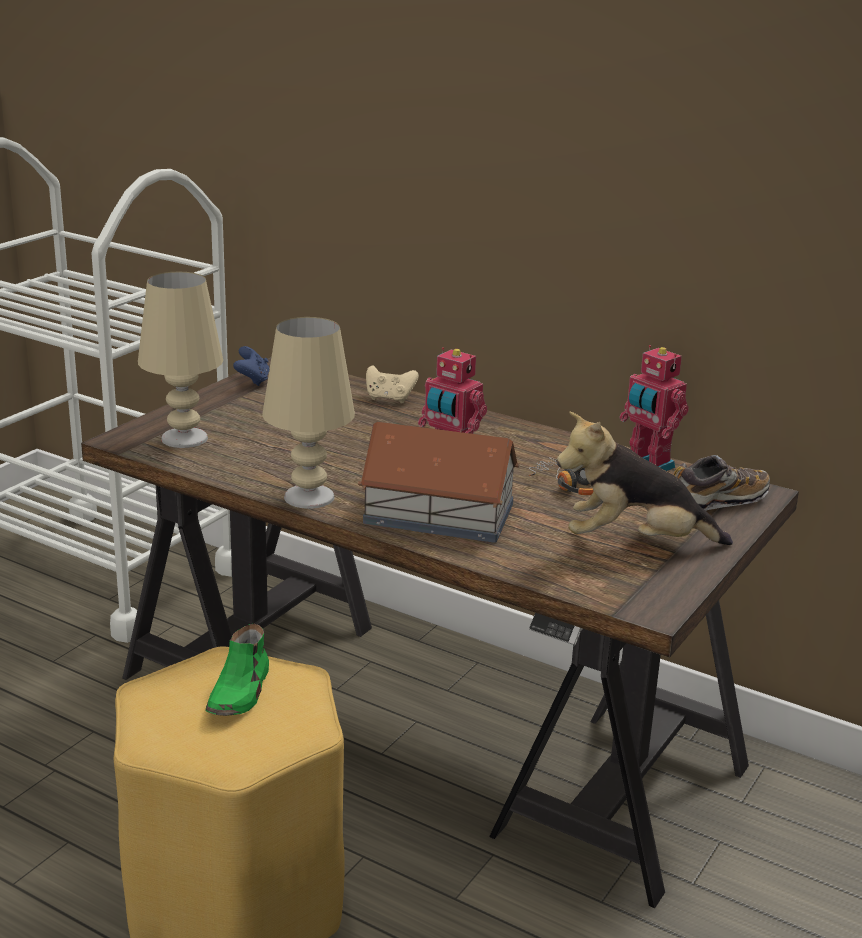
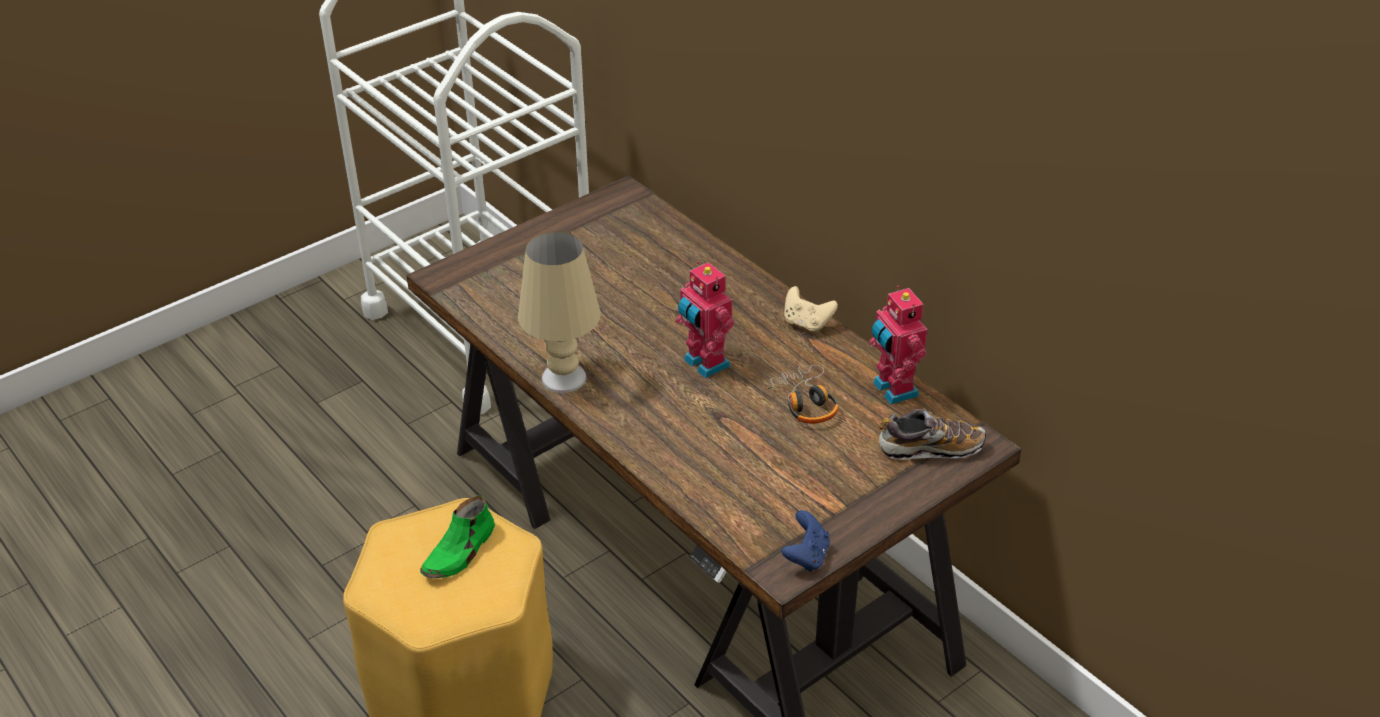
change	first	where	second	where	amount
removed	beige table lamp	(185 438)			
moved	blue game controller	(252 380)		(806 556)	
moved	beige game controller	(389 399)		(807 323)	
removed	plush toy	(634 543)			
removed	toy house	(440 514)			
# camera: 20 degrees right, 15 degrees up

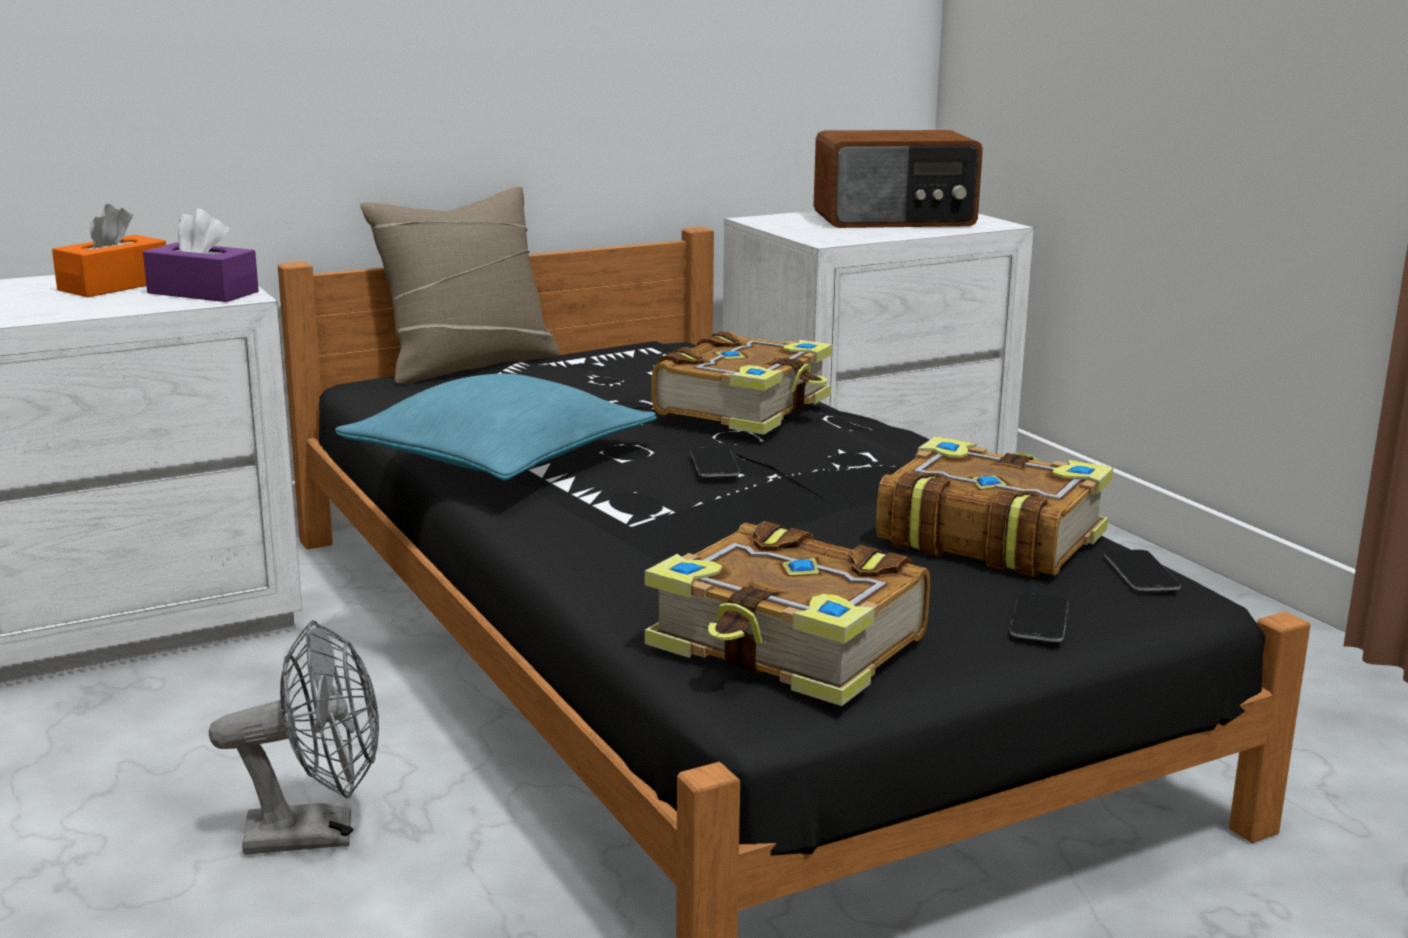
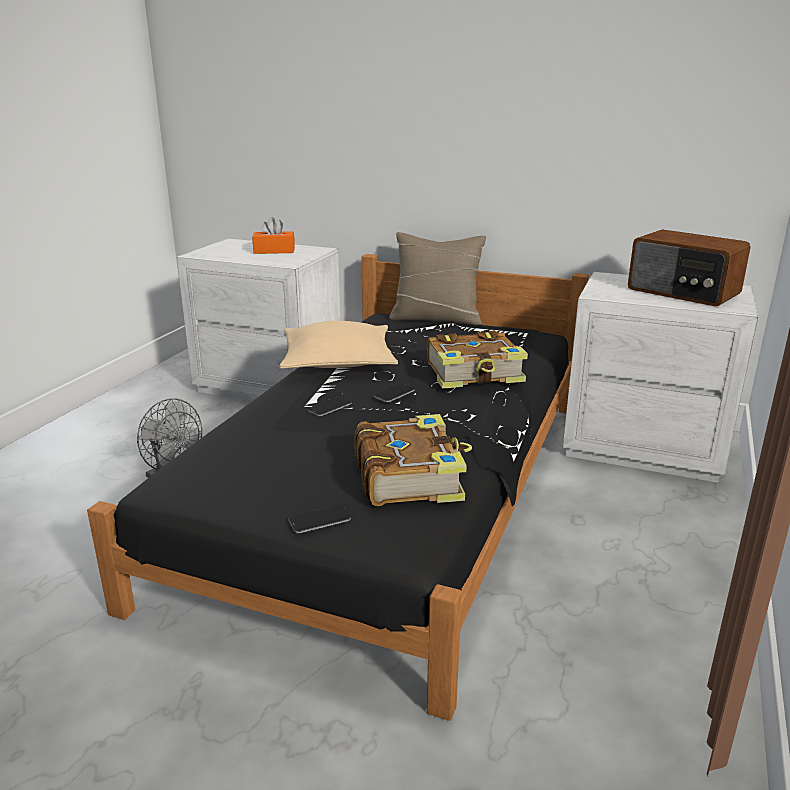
change	first	where	second	where	amount
removed	purple tissue box	(203 292)			
recoloured	turquoise pillow	(500 458)	beige pillow	(338 361)	
removed	book	(789 647)			
moved	phone	(1141 573)		(329 407)	
# camera: 50 degrees right, 5 degrees up

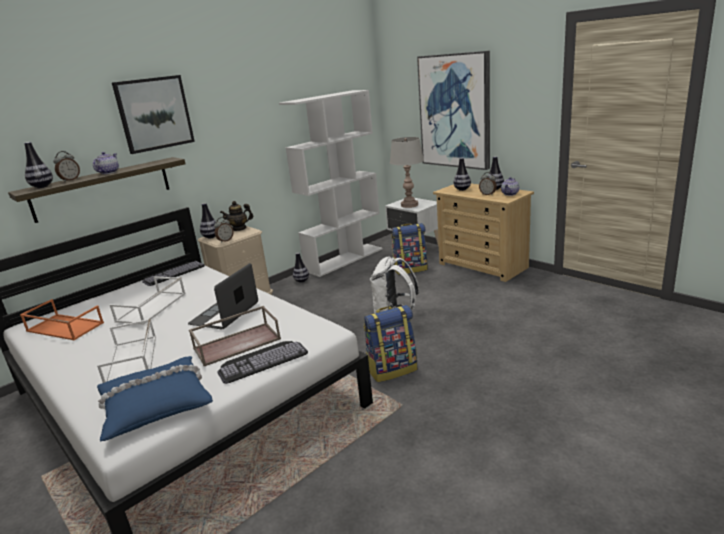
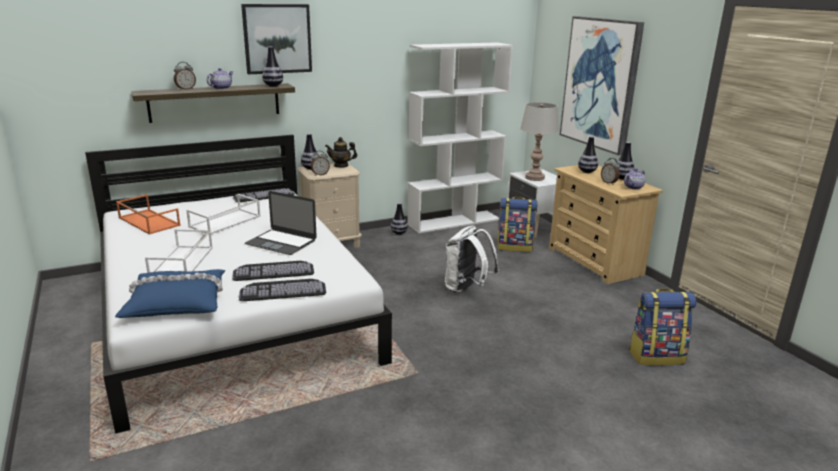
change	first	where	second	where	amount
moved	vase	(42 187)		(273 86)	
turned	laptop	(224 313)		(281 242)	105 degrees counterclockwise
moved	backpack	(392 369)		(656 356)	
replaced	brown tray	(237 343)	keyboard	(274 270)	
# camera: 15 degrees right, 0 degrees up

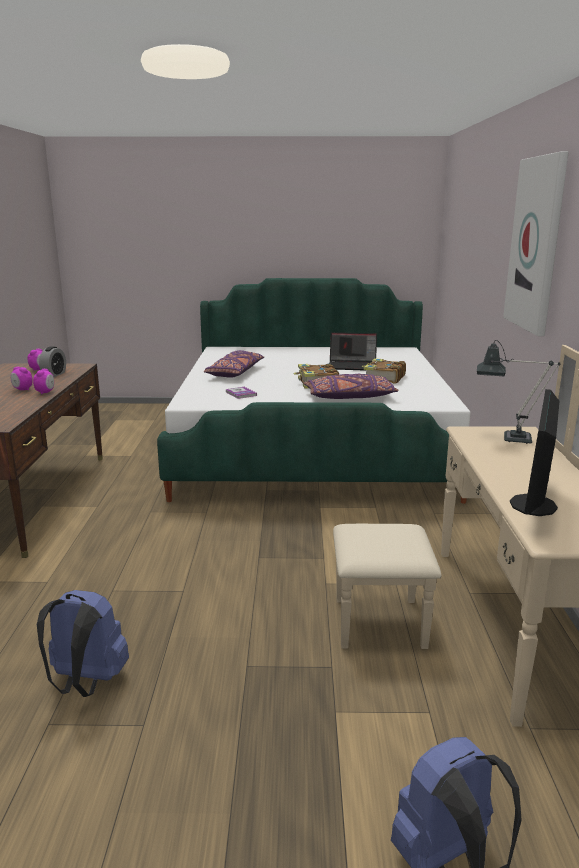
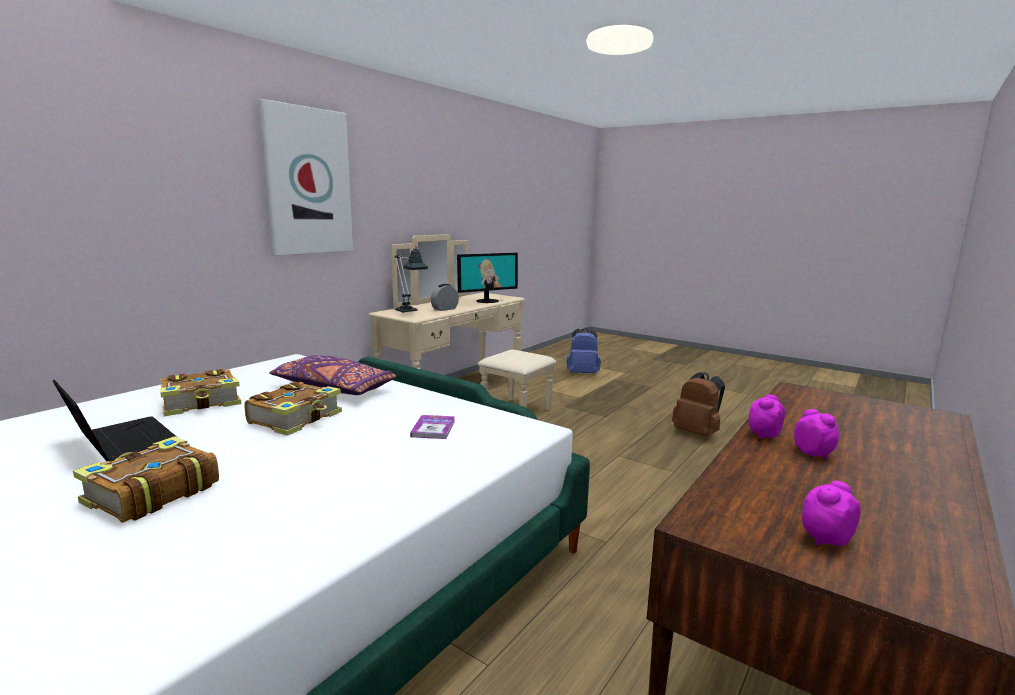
change	first	where	second	where	amount
moved	alarm clock	(54 374)		(444 309)	
removed	purple pillow	(235 373)			
recoloured	blue backpack	(86 682)	brown backpack	(697 433)	
added			book	(150 494)	
# camera: 145 degrees left, 5 degrees down

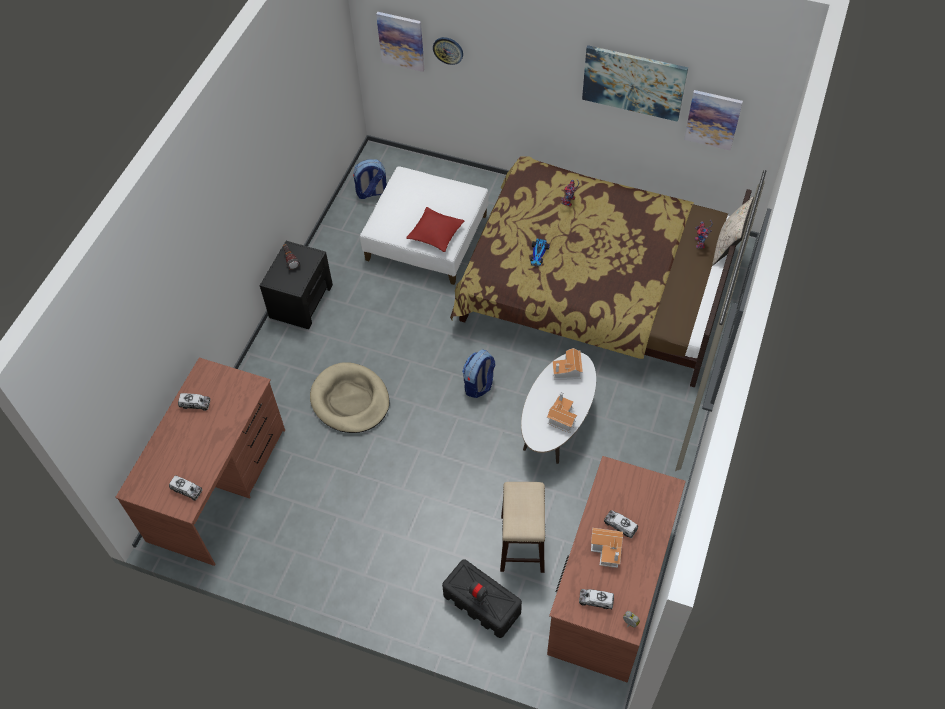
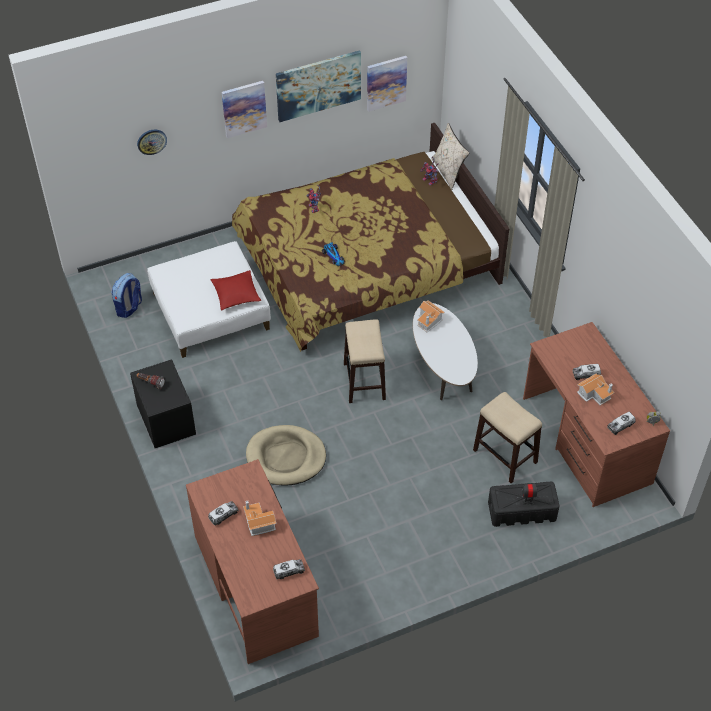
change	first	where	second	where	amount
moved	picture	(401 41)		(244 108)	
replaced	backpack	(479 385)	stool	(364 381)	
moved	toy house	(561 417)		(258 523)	
# camera: 45 degrees left, 5 degrees down

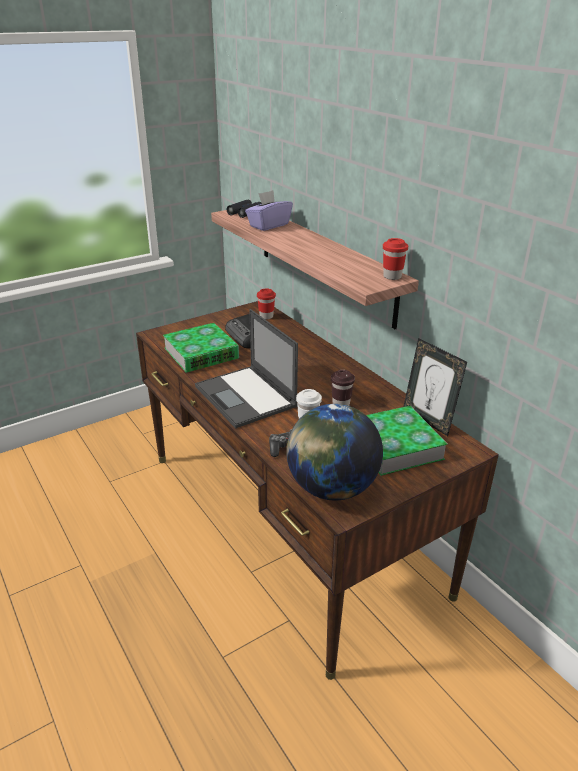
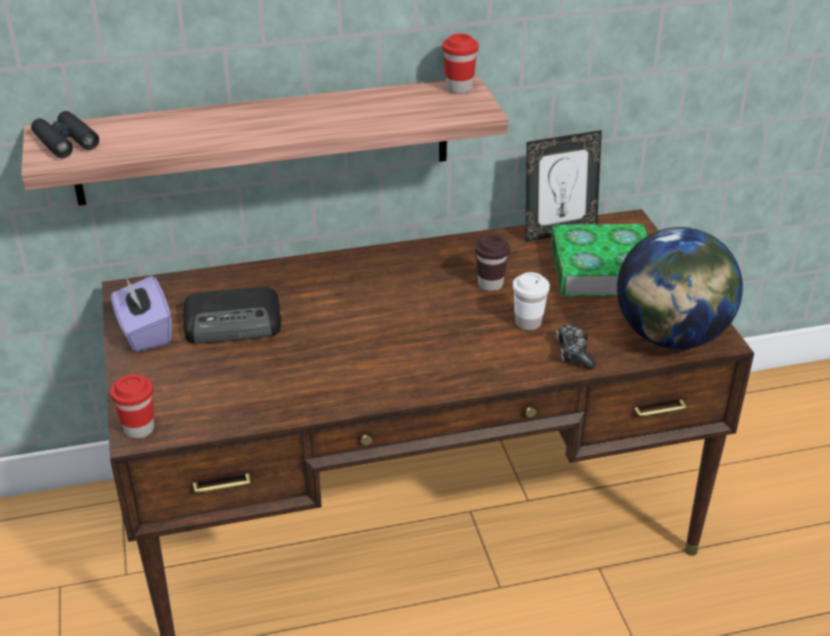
change	first	where	second	where	amount
moved	purple tissue box	(268 225)		(144 332)	
moved	red cup	(266 316)		(139 429)	
removed	laptop	(246 397)			
removed	book	(201 353)			
# camera: 70 degrees left, 5 degrees up

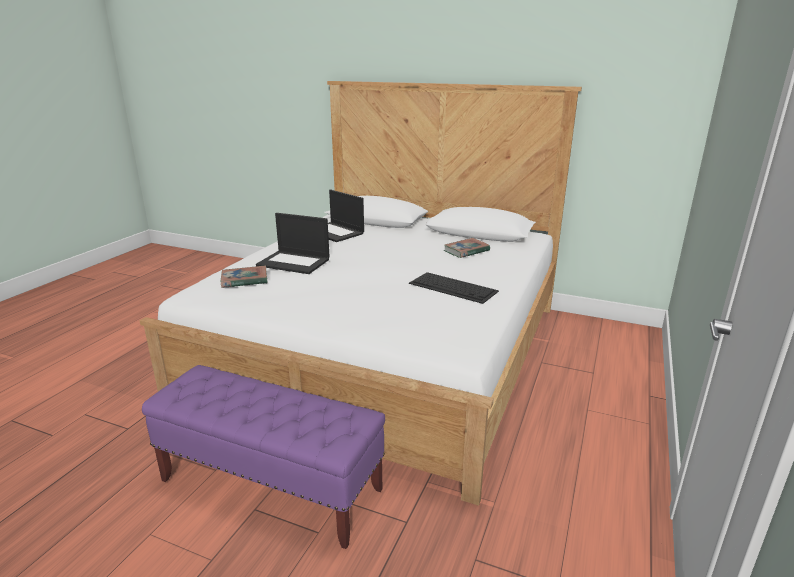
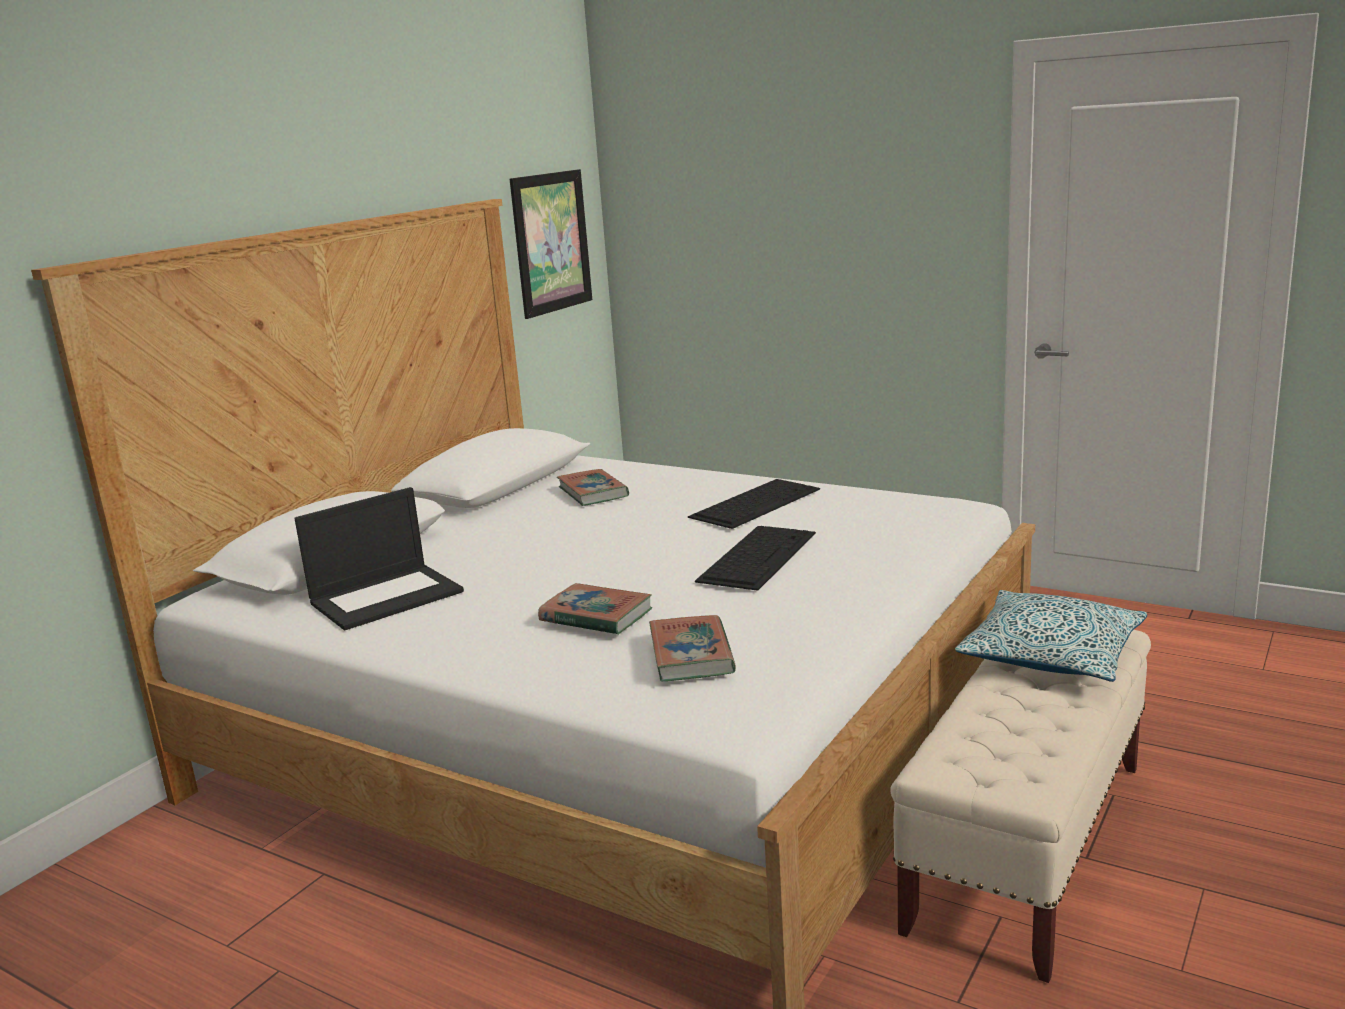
change	first	where	second	where	amount
replaced	laptop	(294 262)	book	(596 616)	
recoloured	purple bench	(271 486)	beige bench	(1028 845)	
added			picture	(551 242)	
added			keyboard	(757 556)	
added			pillow	(1051 655)	
# camera: 80 degrees left, 5 degrees down

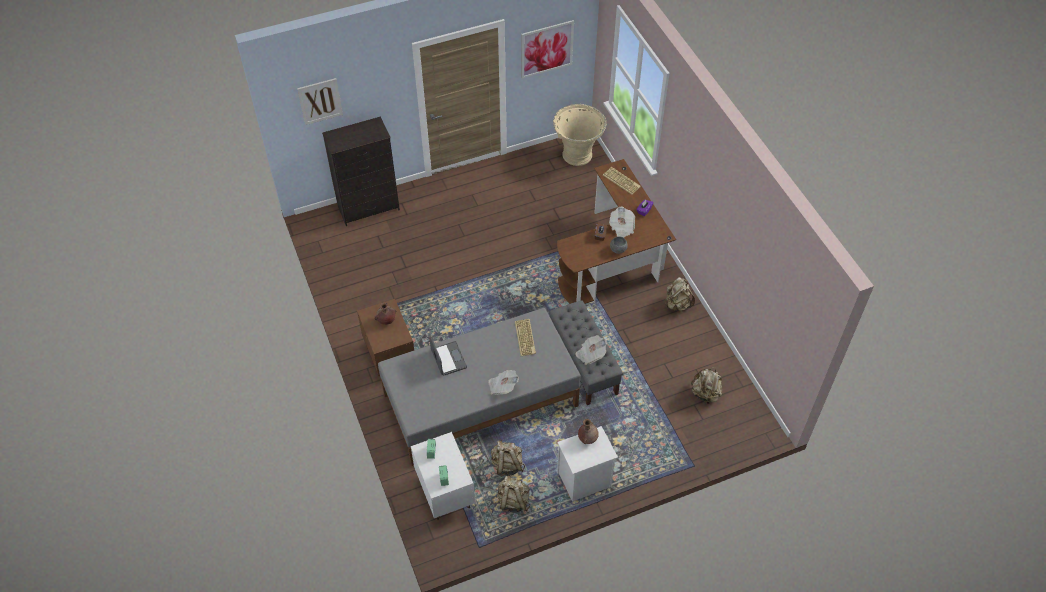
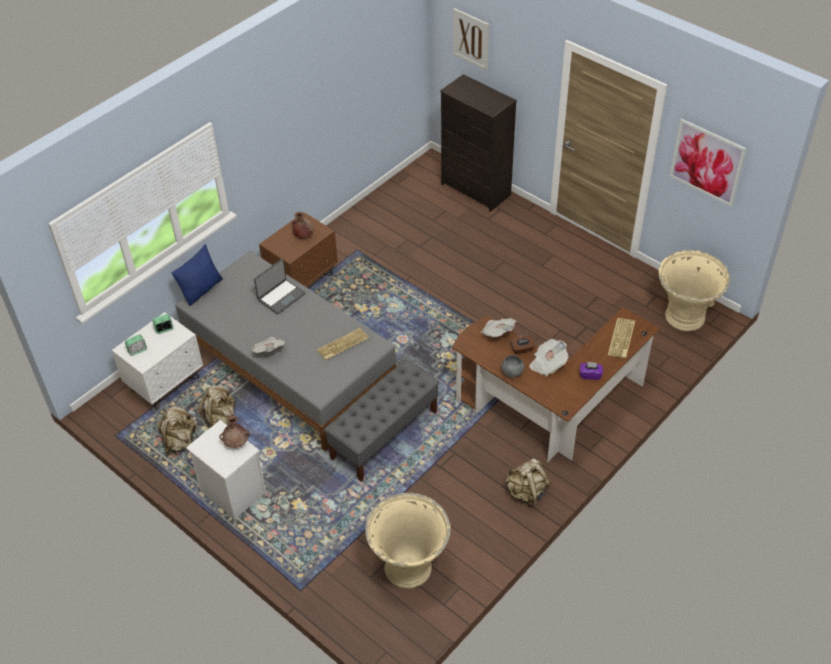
change	first	where	second	where	amount
moved	newspaper	(590 354)		(497 333)	
replaced	beige backpack	(705 394)	beige planter	(409 567)	
added			blue pillow	(201 289)	
# camera: 65 degrees right, 5 degrees down

